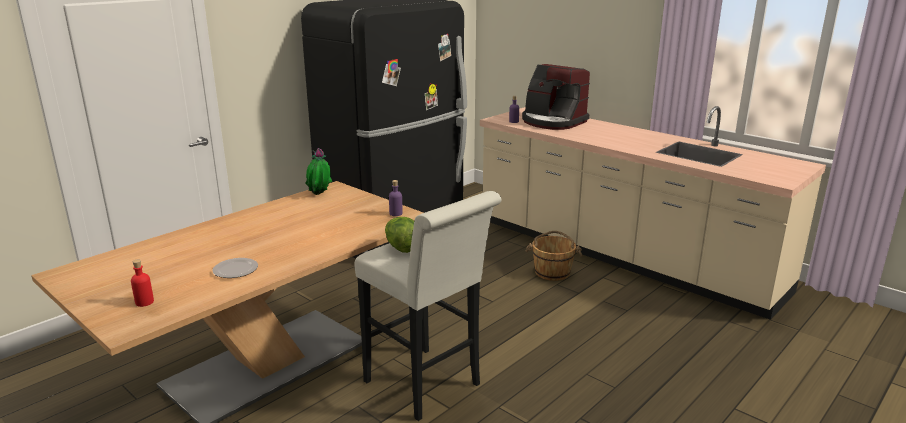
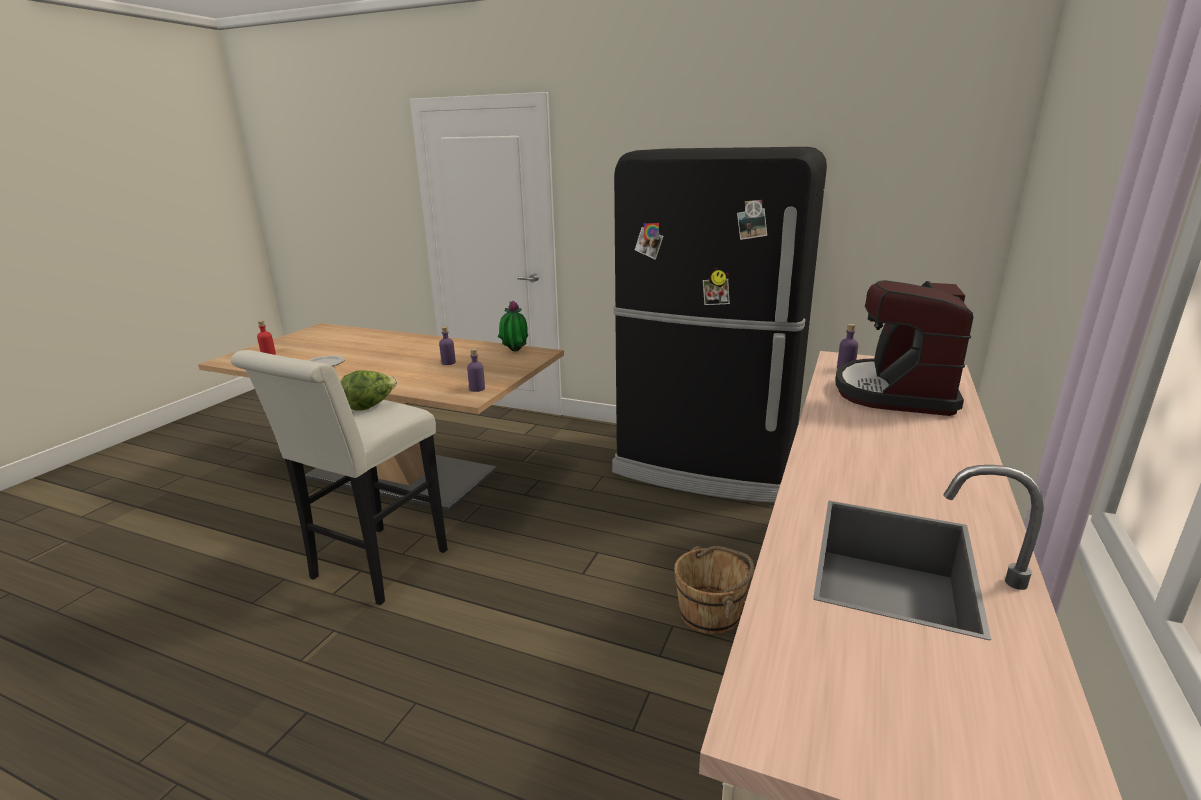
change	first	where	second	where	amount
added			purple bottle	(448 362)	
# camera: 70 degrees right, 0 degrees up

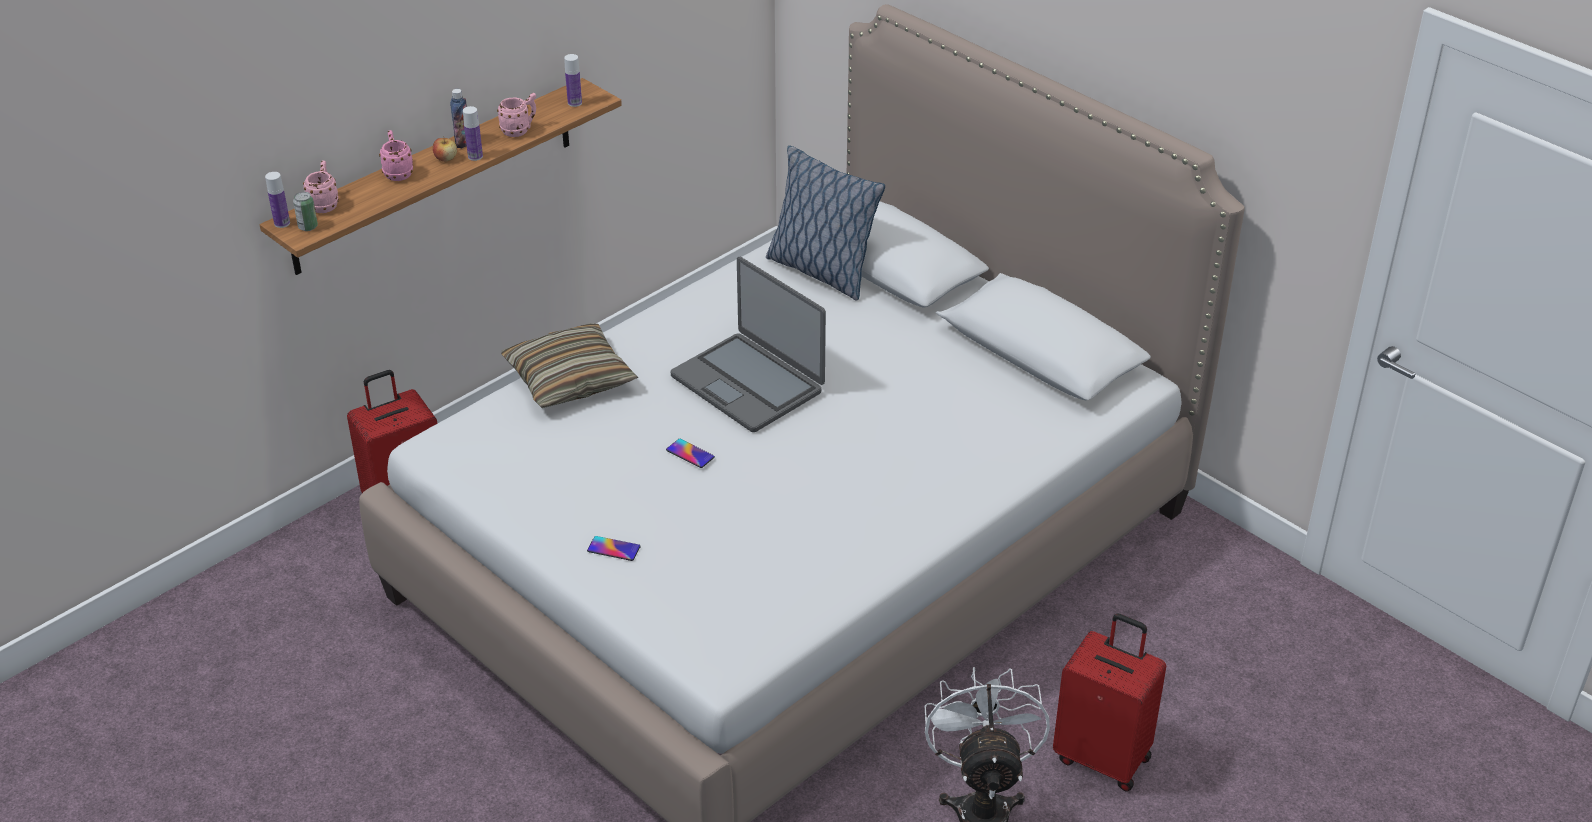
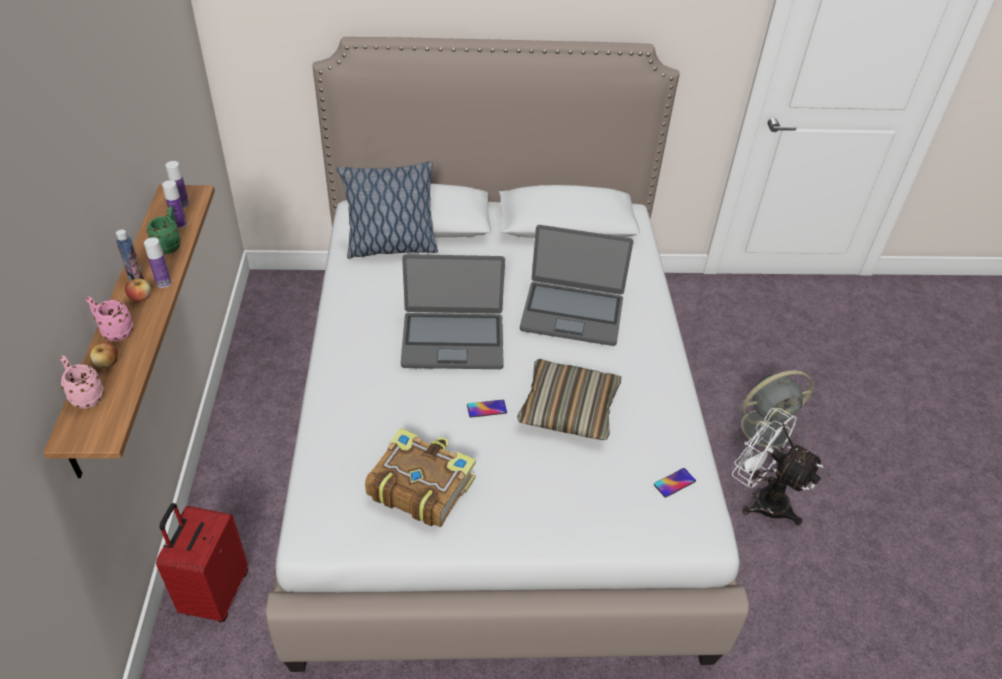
change	first	where	second	where	amount
recoloured	pink mug	(520 130)	green mug	(170 245)	
moved	bottle	(282 223)		(180 224)	
removed	can	(308 227)			
moved	pillow	(570 379)		(568 409)	
moved	phone	(613 549)		(674 483)	
replaced	red suitcase	(1103 757)	grey fan	(767 428)	
added			laptop	(572 313)	
added			apple	(107 364)	
added			book	(420 486)	
# camera: 50 degrees left, 5 degrees up

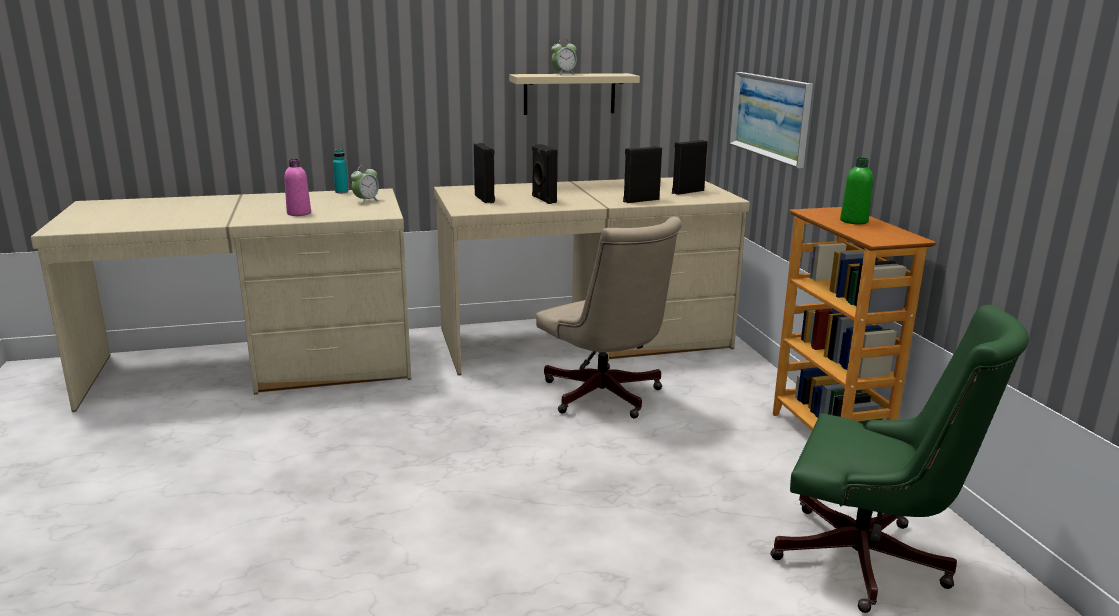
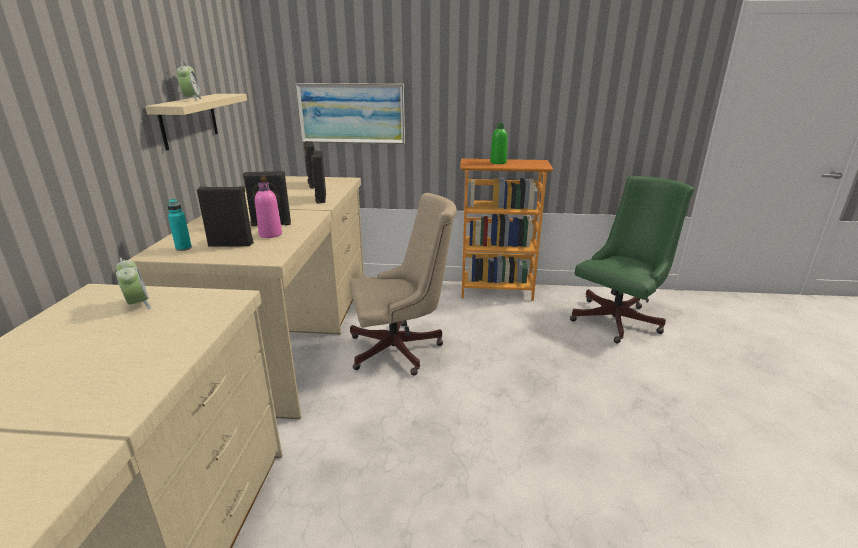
change	first	where	second	where	amount
moved	turquoise bottle	(341 192)		(183 248)	
moved	pink bottle	(299 213)		(270 234)	
# camera: 70 degrees left, 5 degrees up

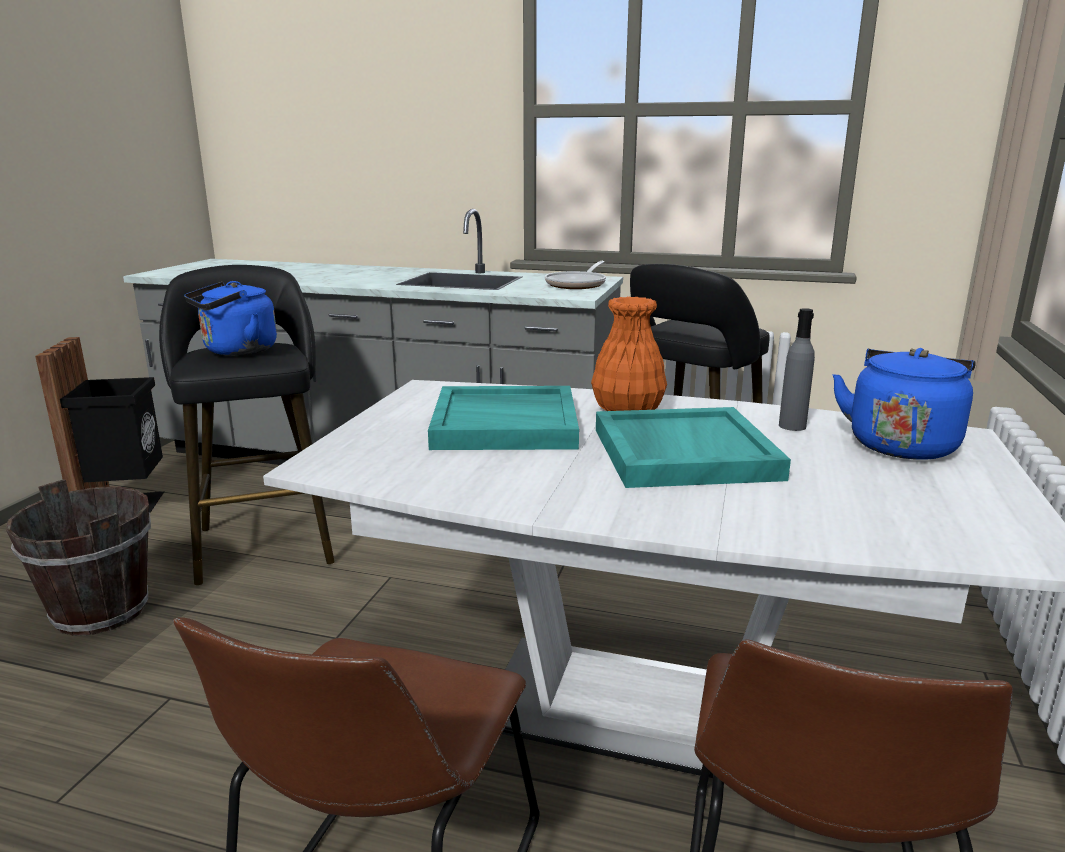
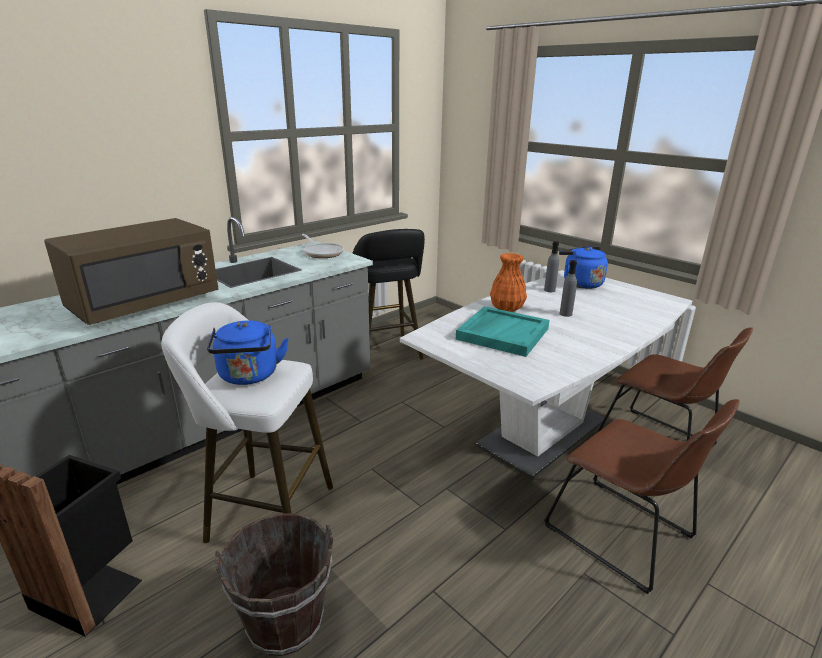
change	first	where	second	where	amount
recoloured	black stool	(265 541)	white stool	(264 512)	
replaced	turquoise tray	(682 453)	grey bottle	(565 314)	
added			brown microwave	(145 303)	
# camera: 60 degrees left, 5 degrees up

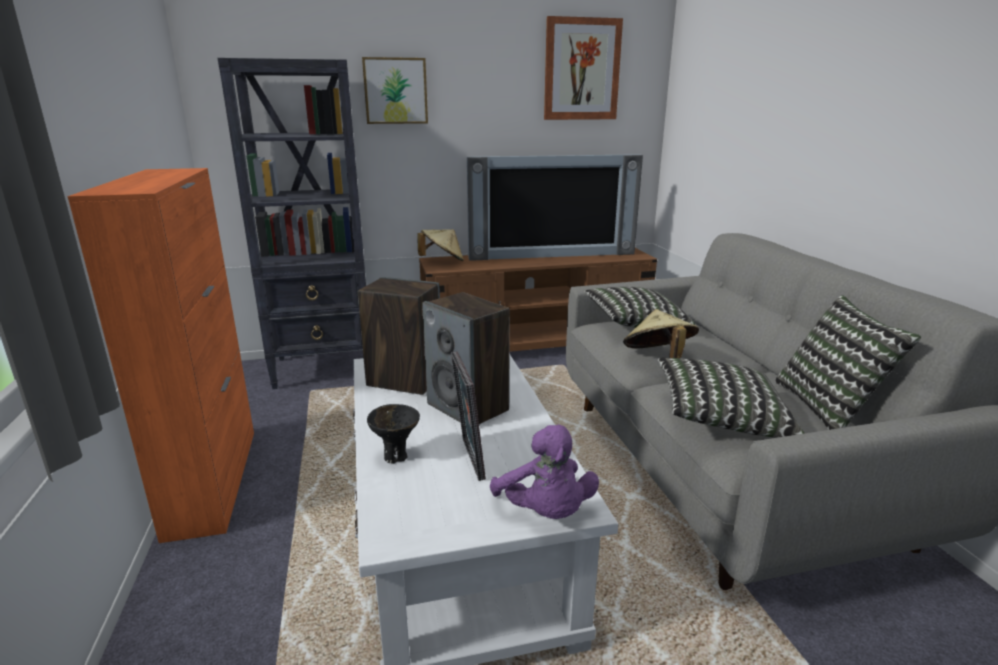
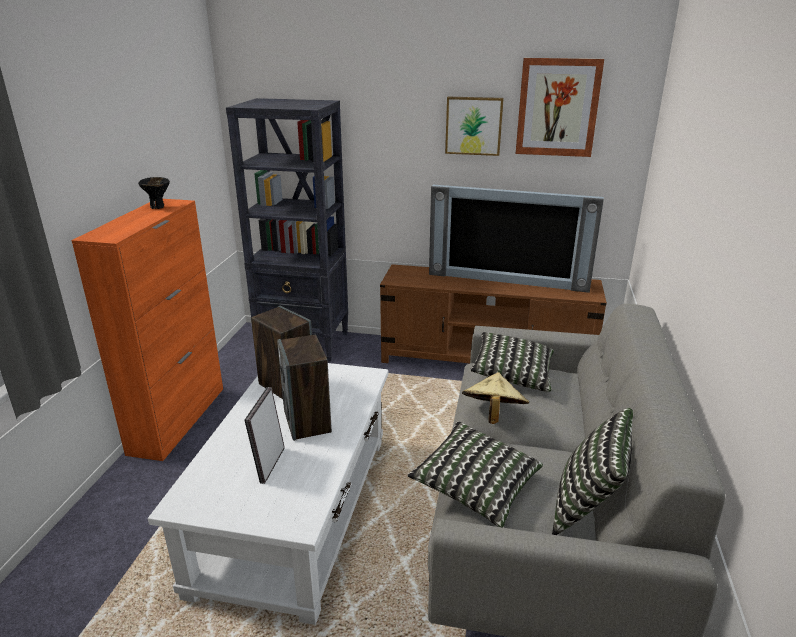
change	first	where	second	where	amount
moved	picture	(395 91)		(474 125)	
removed	beige hat	(442 261)			
moved	black bowl	(395 456)		(158 207)	
removed	purple plush toy	(545 512)			
# camera: 25 degrees right, 5 degrees up

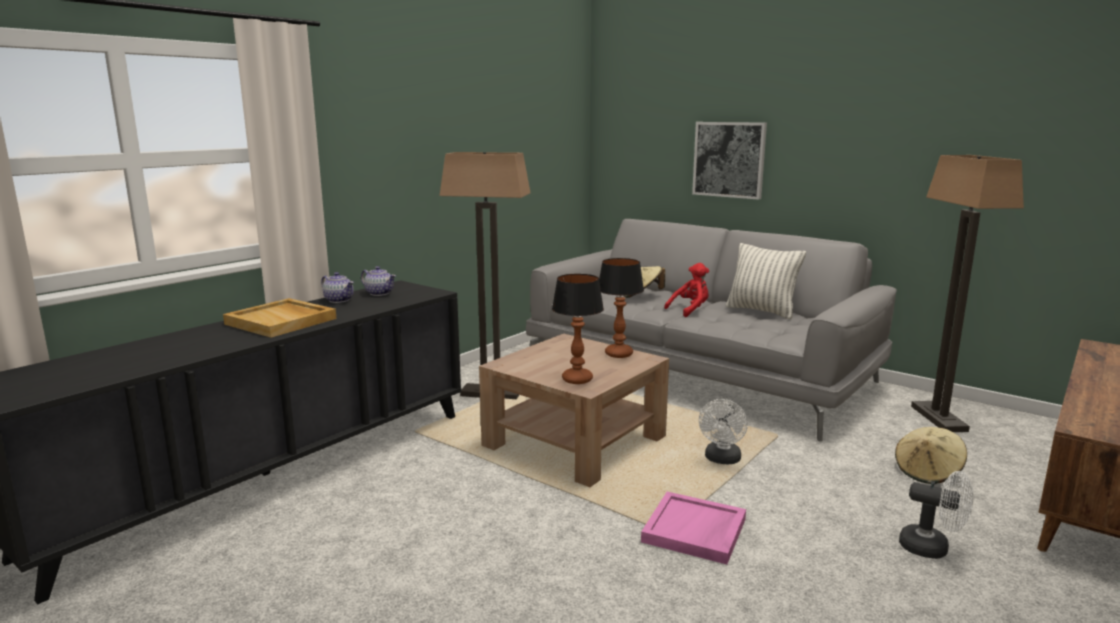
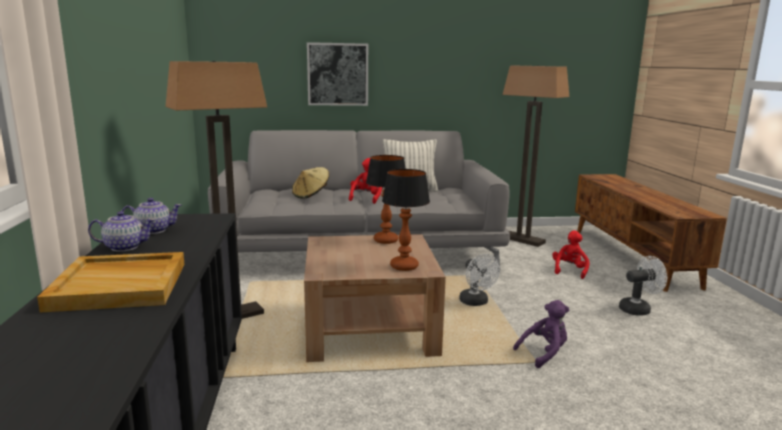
change	first	where	second	where	amount
replaced	beige hat	(928 472)	red plush toy	(569 270)	
replaced	pink tray	(695 531)	purple plush toy	(544 353)	
# camera: 45 degrees left, 0 degrees up

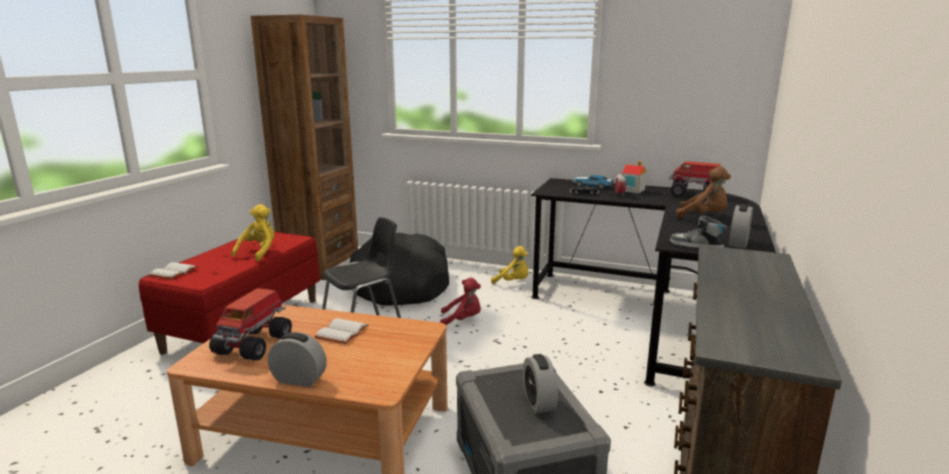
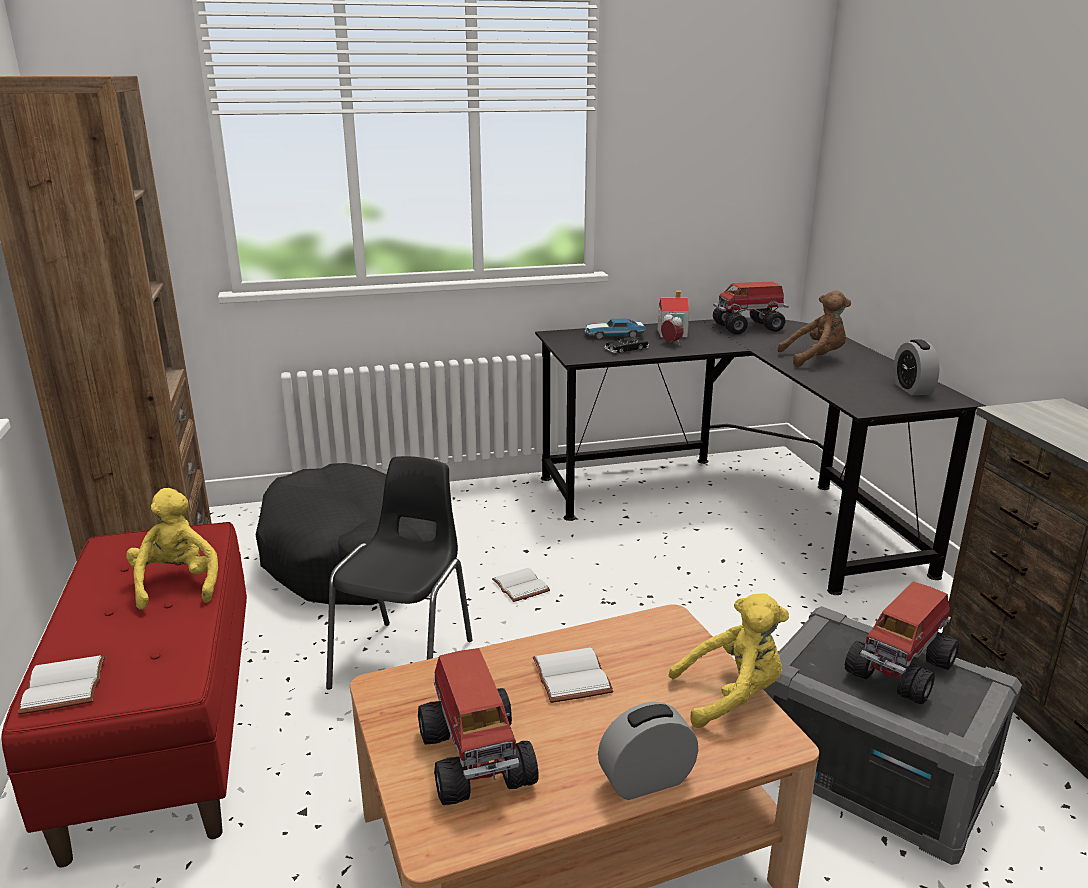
change	first	where	second	where	amount
removed	shoe	(696 245)			
moved	yellow plush toy	(513 282)		(731 696)	
replaced	red plush toy	(462 320)	white book	(522 586)	
replaced	alarm clock	(538 402)	toy truck	(901 668)	
# camera: 35 degrees left, 5 degrees up

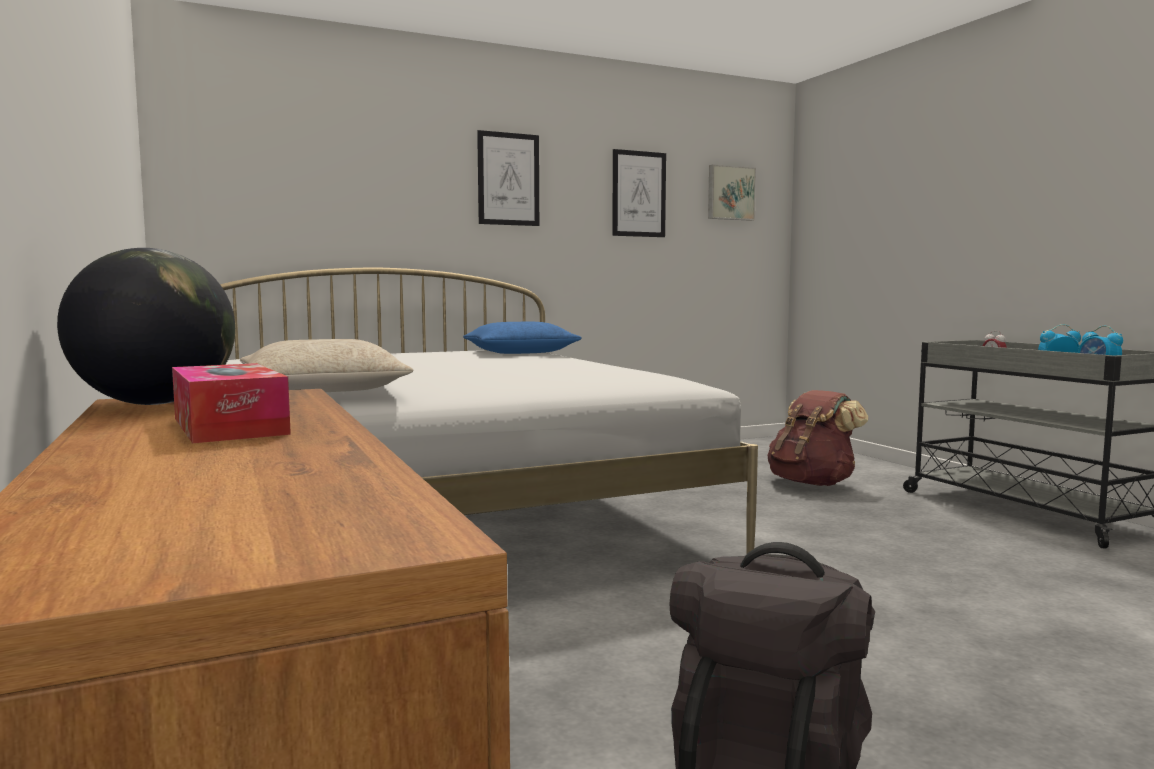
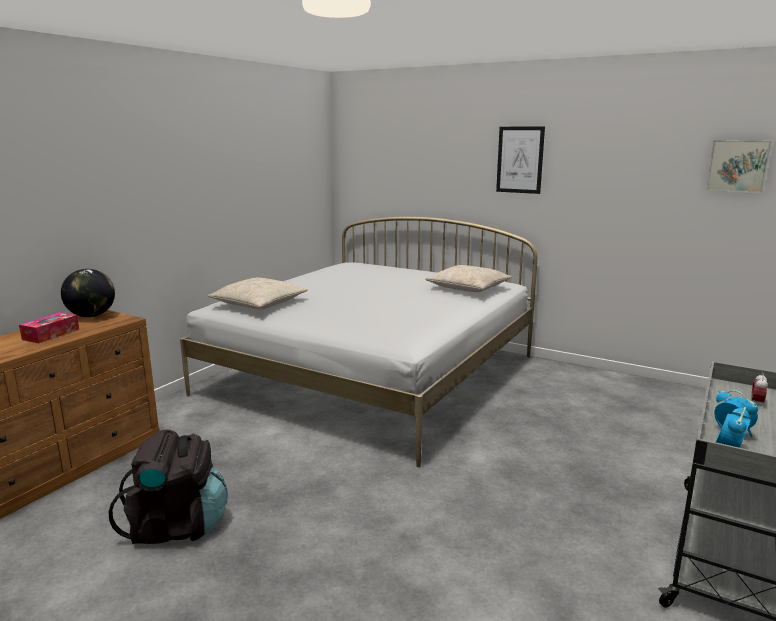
change	first	where	second	where	amount
removed	picture	(639 194)			
recoloured	blue pillow	(519 353)	beige pillow	(468 288)	
removed	brown backpack	(812 483)			
# camera: 55 degrees right, 10 degrees up

